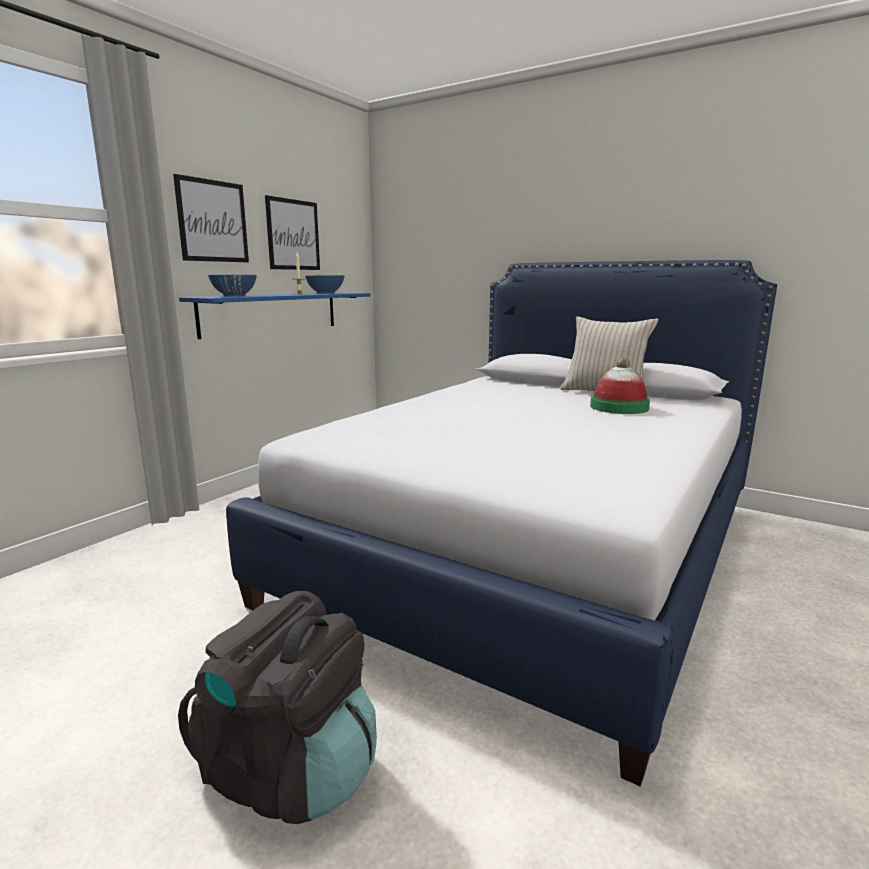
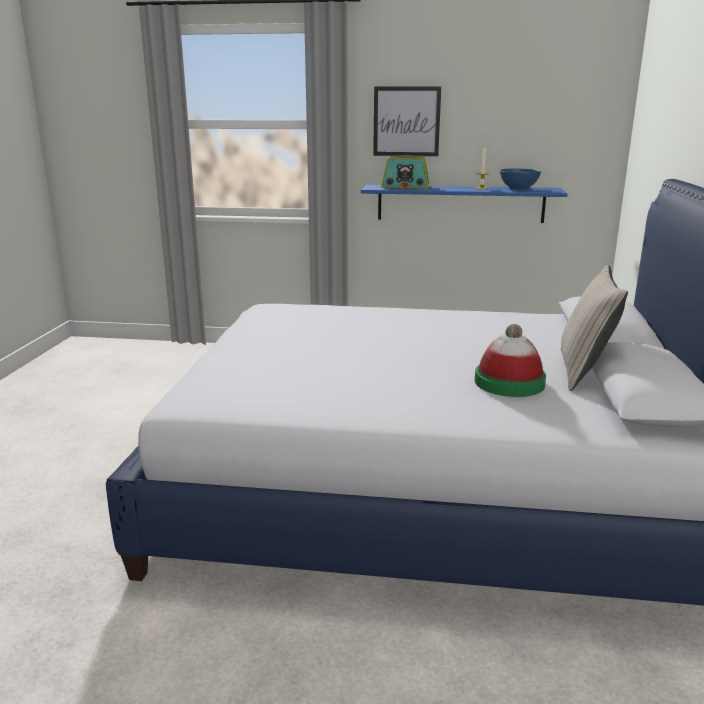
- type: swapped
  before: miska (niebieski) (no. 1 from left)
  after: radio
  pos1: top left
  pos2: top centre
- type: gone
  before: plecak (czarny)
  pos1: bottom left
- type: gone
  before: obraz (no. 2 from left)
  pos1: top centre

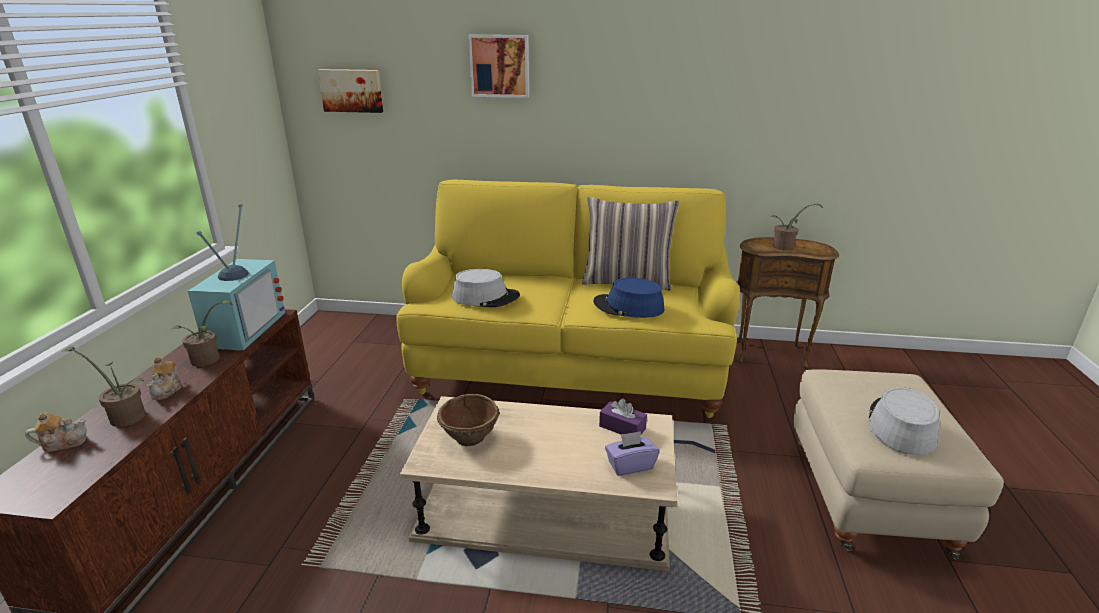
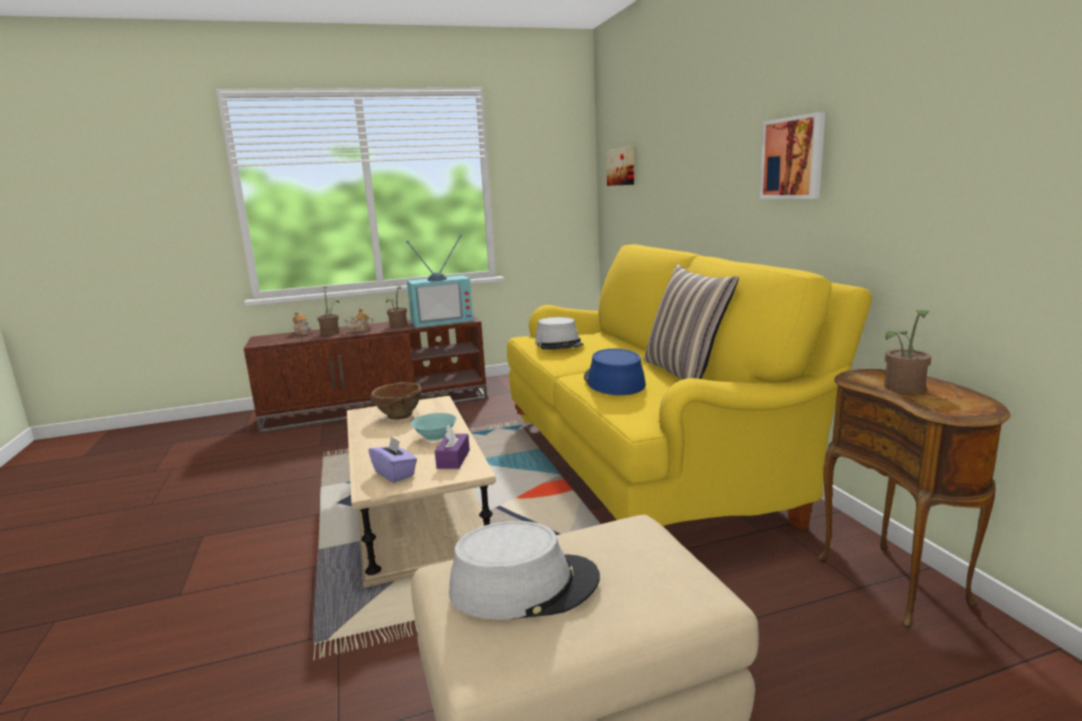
- type: new
  after: miska (turkusowy)
  pos2: centre
- type: shifted
  before: obraz (no. 2 from left)
  pos1: top centre
  pos2: top right

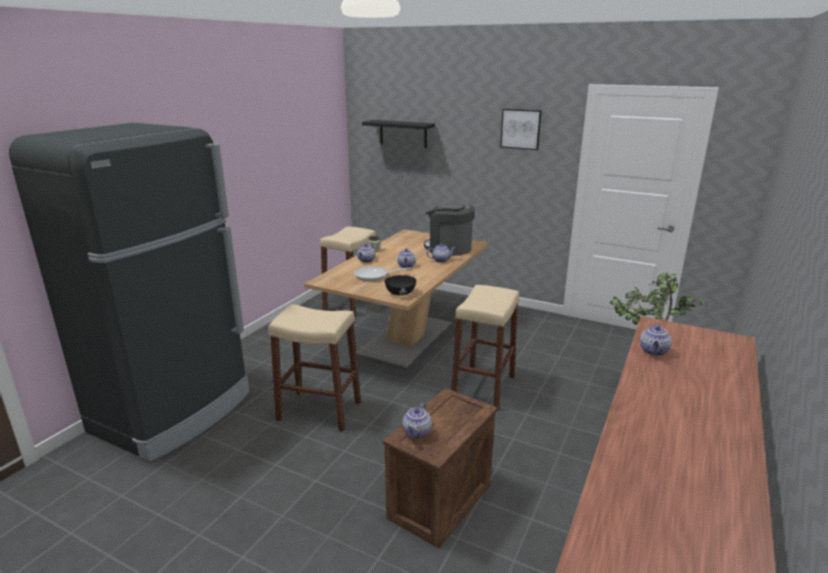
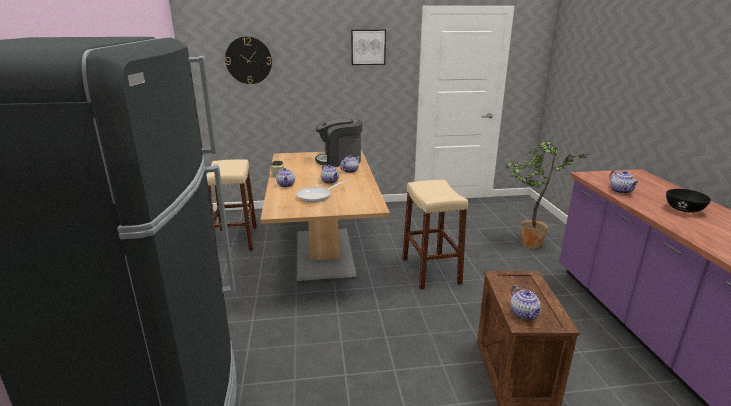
- type: swapped
  before: półka (czarny)
  after: zegar ścienny
  pos1: top centre
  pos2: top centre
- type: shifted
  before: miska (czarny)
  pos1: centre
  pos2: middle right
- type: gone
  before: stołek (beżowy) (no. 1 from left)
  pos1: centre

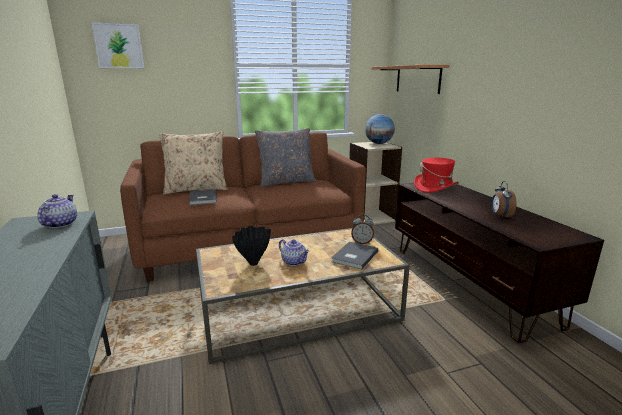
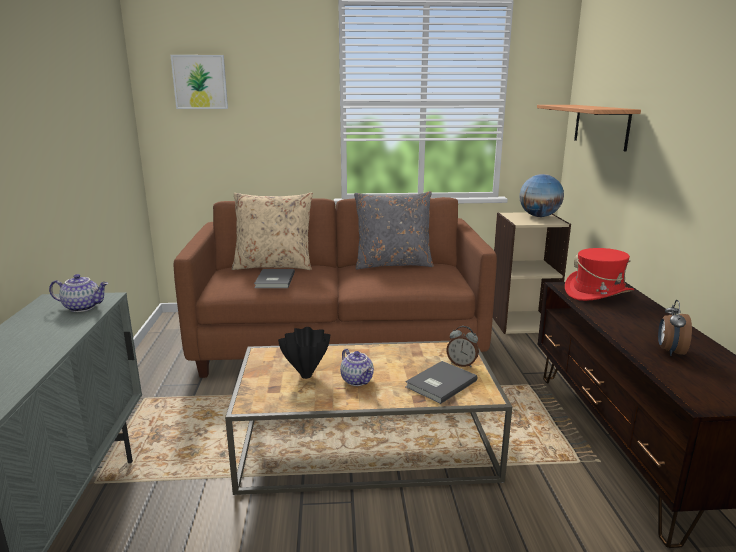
- type: rotated
  before: imbryk (no. 1 from left)
  pos1: middle left
  pos2: middle left
  turn: 75

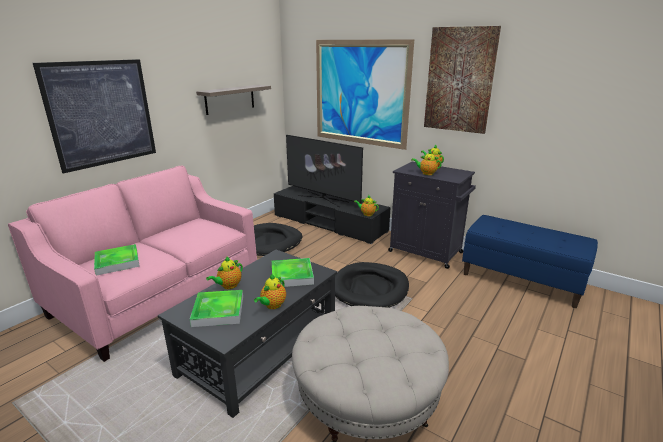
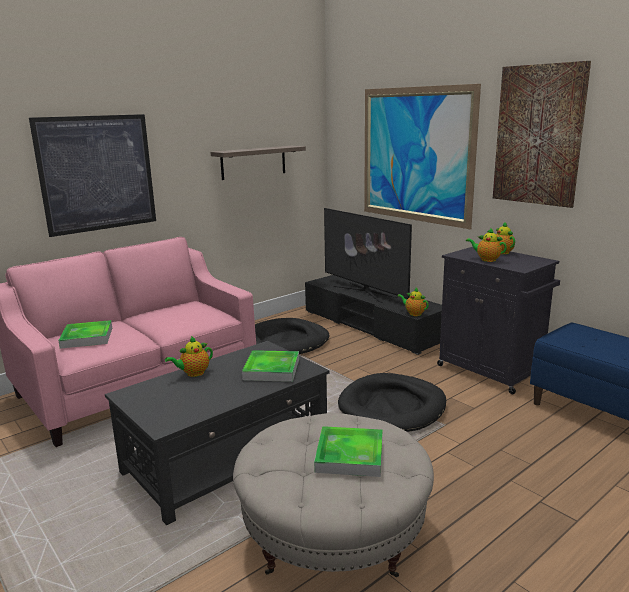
- type: shifted
  before: taca (no. 2 from left in the first image)
  after: taca (no. 3 from left)
  pos1: bottom left
  pos2: bottom centre
- type: gone
  before: imbryk (no. 2 from left)
  pos1: centre

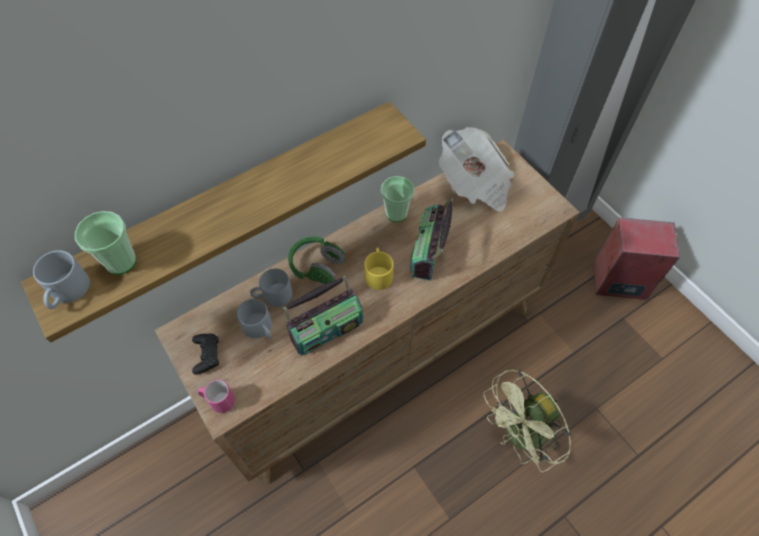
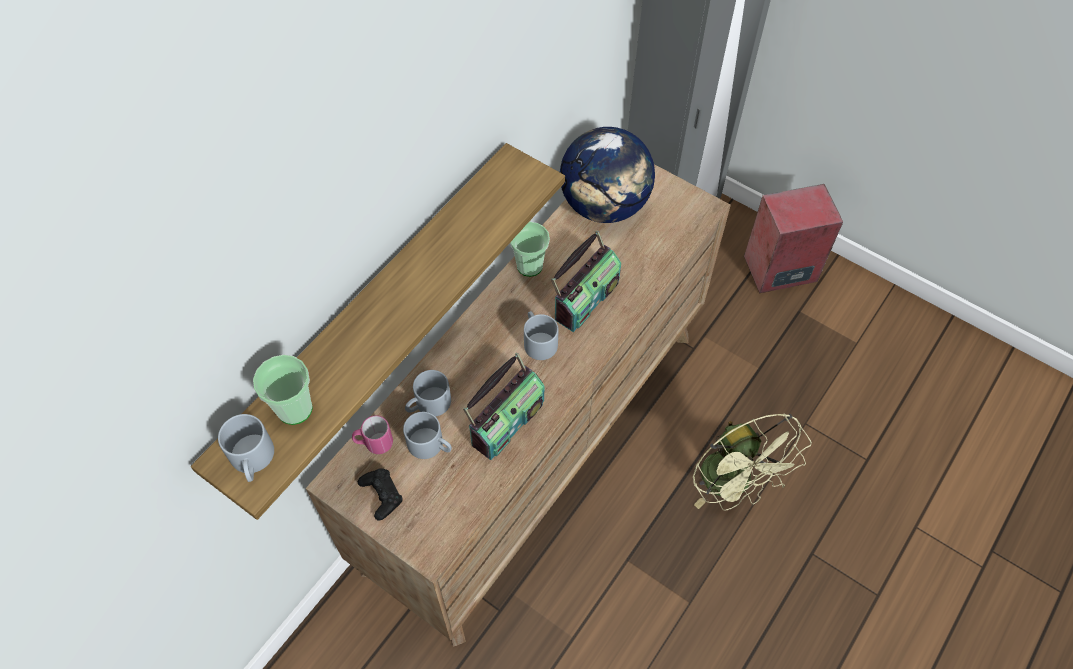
- type: shifted
  before: kubek (różowy)
  pos1: bottom left
  pos2: centre
- type: repainted
  before: kubek (żółty)
  after: kubek (szary) (no. 4 from left)
  pos1: centre
  pos2: centre
- type: rotated
  before: radio (no. 2 from left)
  pos1: centre
  pos2: centre
  turn: -135
- type: swapped
  before: gazeta
  after: globus
  pos1: top centre
  pos2: top centre
- type: rotated
  before: wentylator (zielony)
  pos1: bottom right
  pos2: bottom right
  turn: -60
- type: gone
  before: słuchawki (zielony)
  pos1: centre

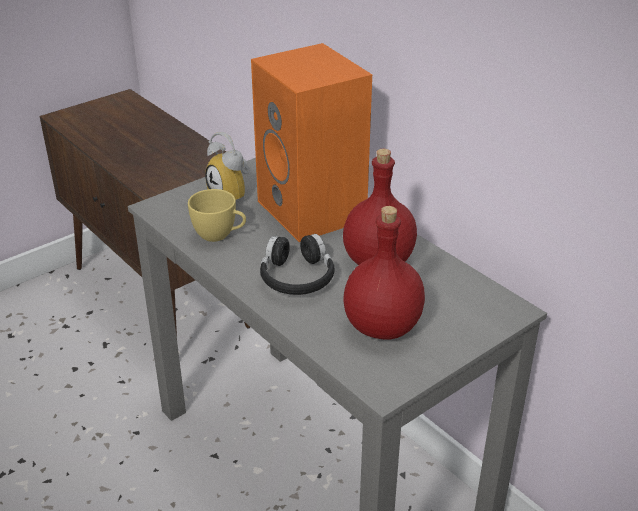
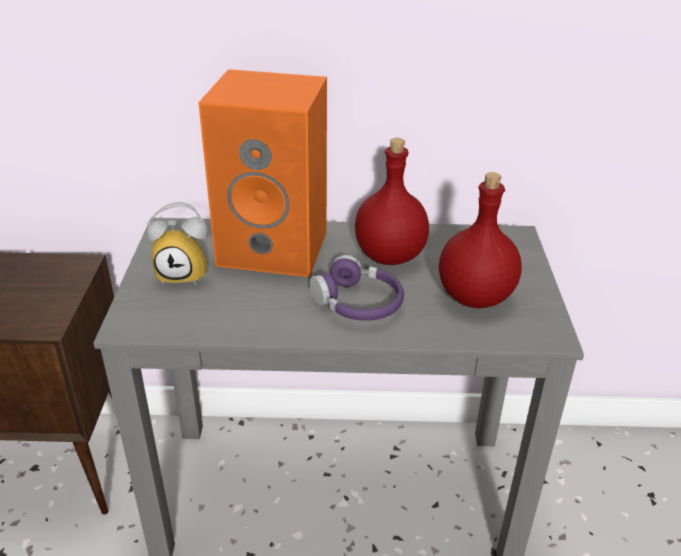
- type: repainted
  before: słuchawki (czarny)
  after: słuchawki (fioletowy)
  pos1: centre
  pos2: centre
- type: gone
  before: filiżanka (żółty)
  pos1: centre

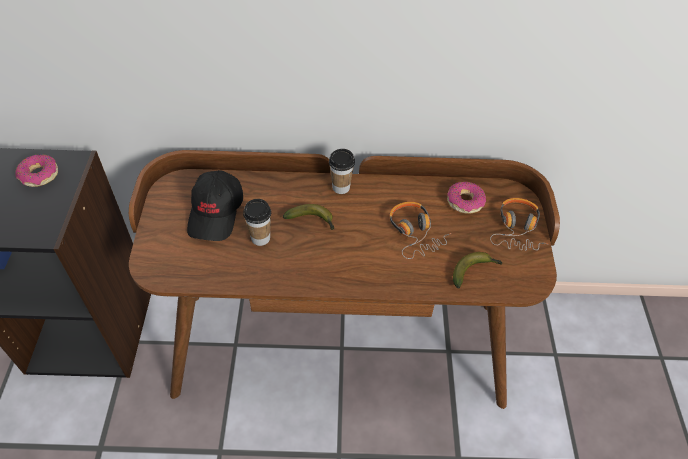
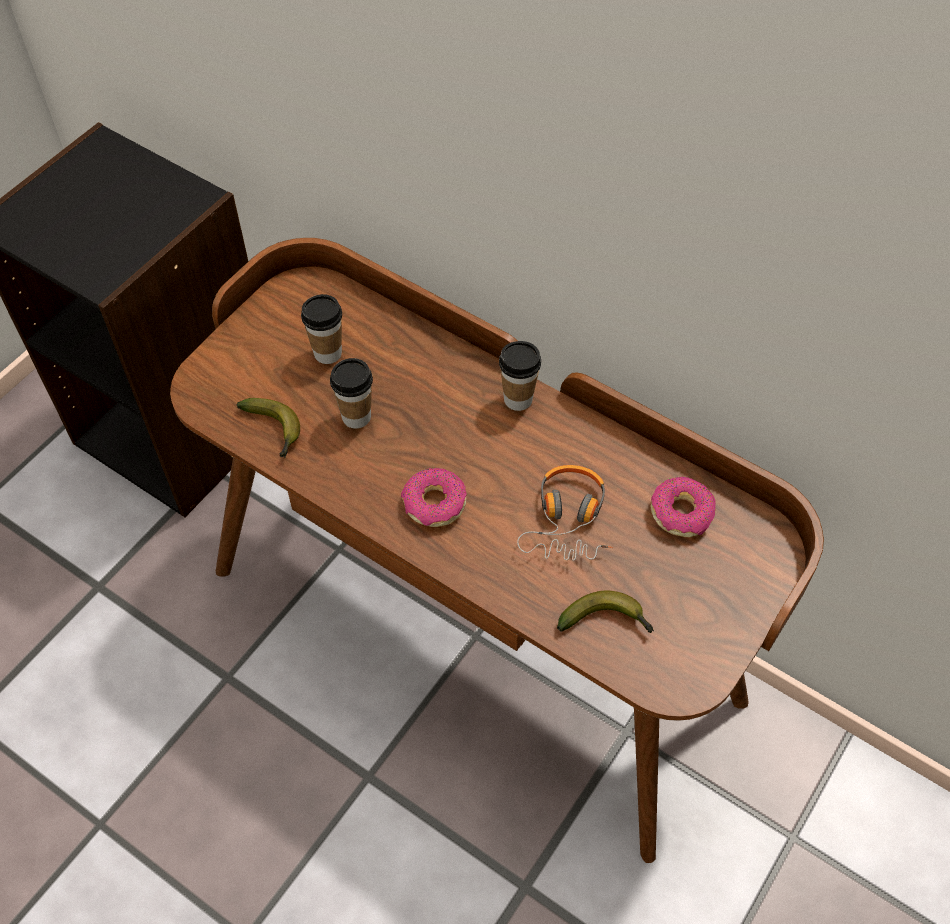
- type: shifted
  before: banan (no. 1 from left)
  pos1: centre
  pos2: middle left
- type: swapped
  before: czapka z daszkiem (czarny)
  after: filiżanka (no. 1 from left)
  pos1: middle left
  pos2: centre
- type: shifted
  before: donut (no. 1 from left)
  pos1: middle left
  pos2: centre
- type: gone
  before: słuchawki (no. 2 from left)
  pos1: middle right

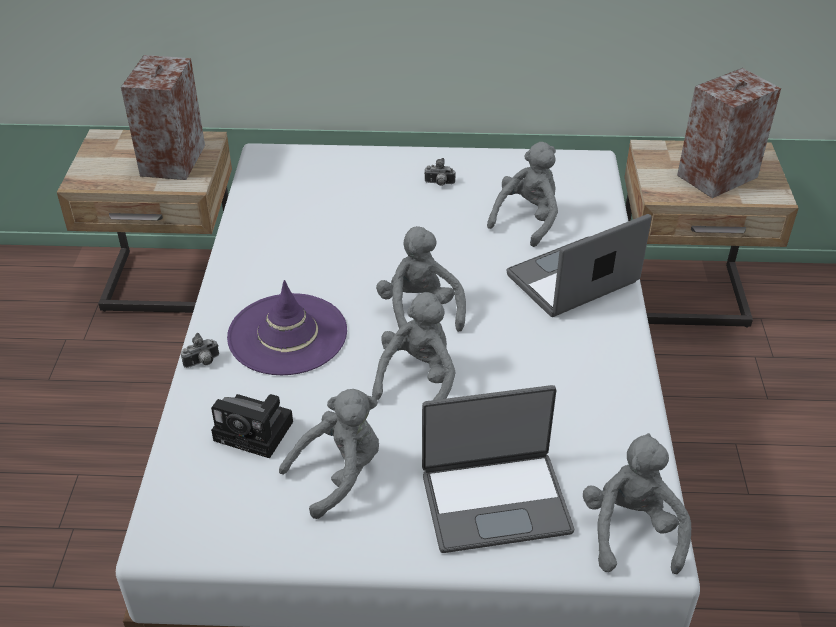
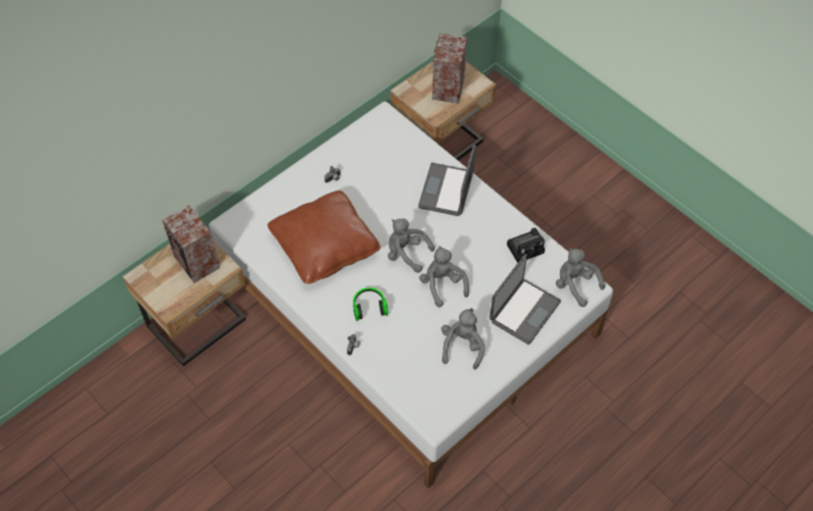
- type: new
  after: poduszka (brązowy)
  pos2: centre
- type: swapped
  before: kapelusz (fioletowy)
  after: słuchawki
  pos1: centre
  pos2: centre
- type: shifted
  before: aparat fotograficzny (no. 2 from left in the first image)
  after: aparat fotograficzny (no. 3 from left)
  pos1: bottom left
  pos2: centre
- type: gone
  before: pluszak (szary) (no. 4 from left)
  pos1: top centre

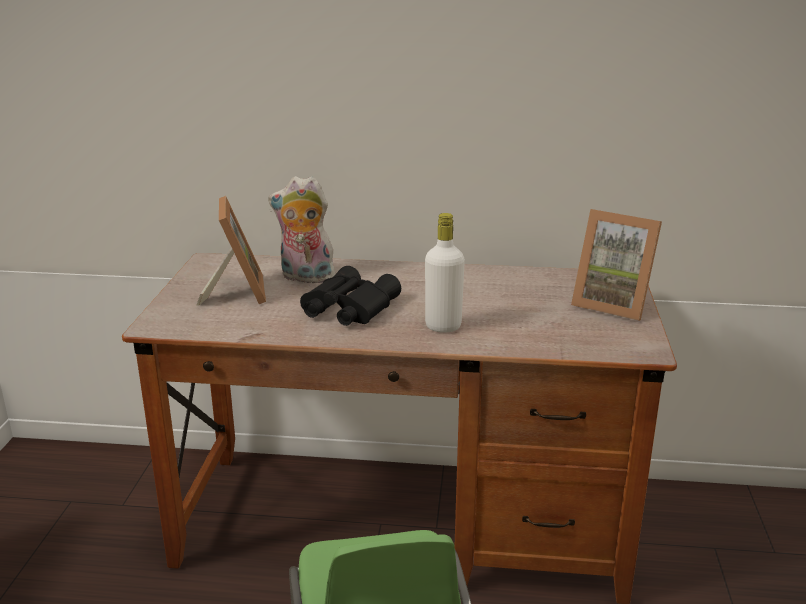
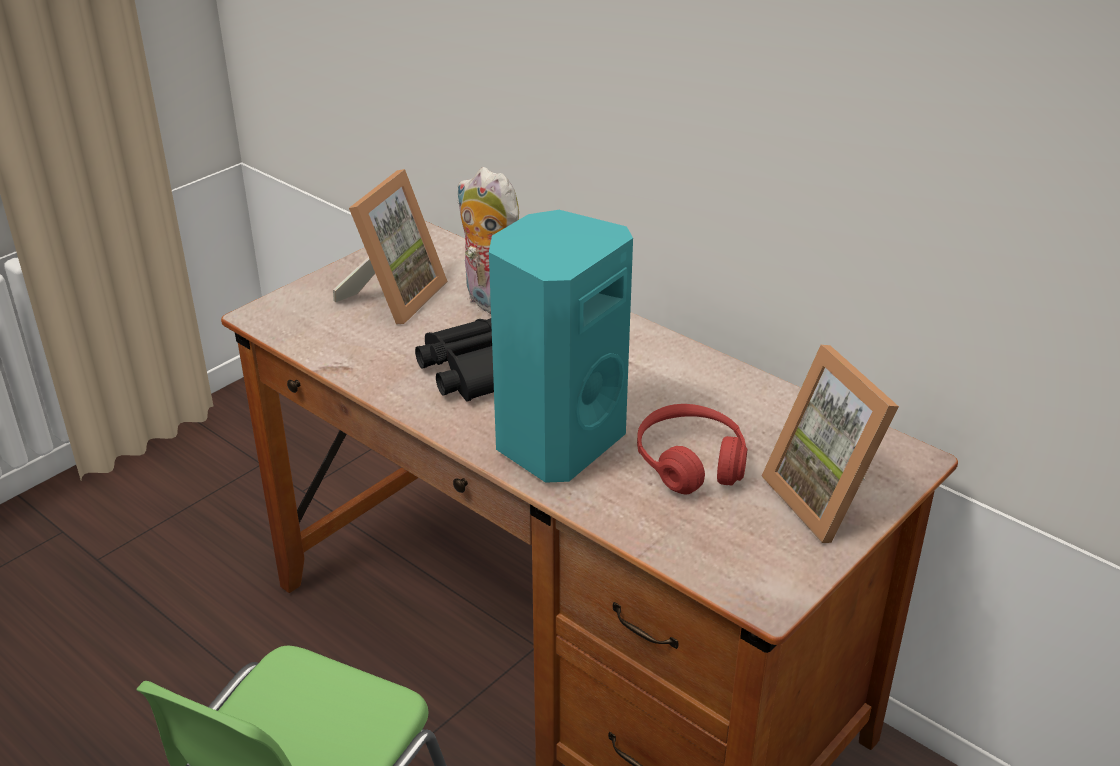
- type: swapped
  before: butelka (biały)
  after: głośnik (turkusowy)
  pos1: centre
  pos2: centre
- type: new
  after: słuchawki (czerwony)
  pos2: centre

